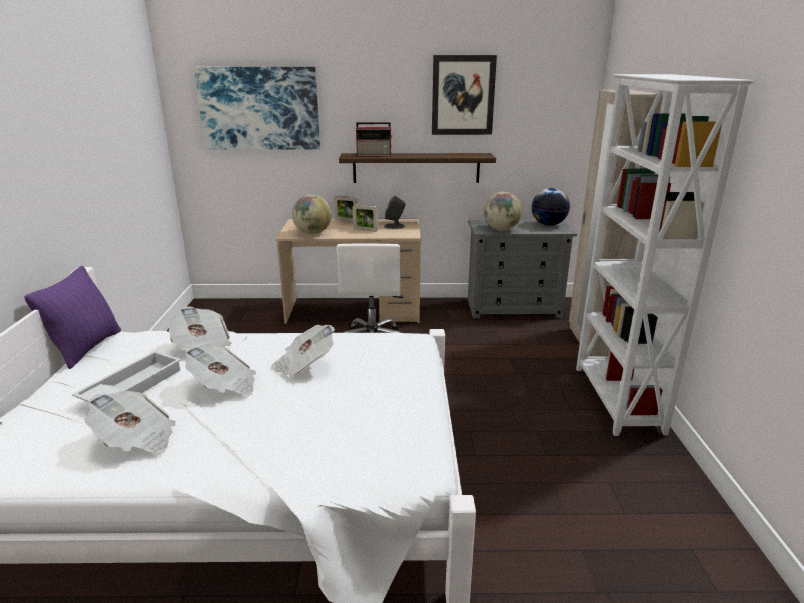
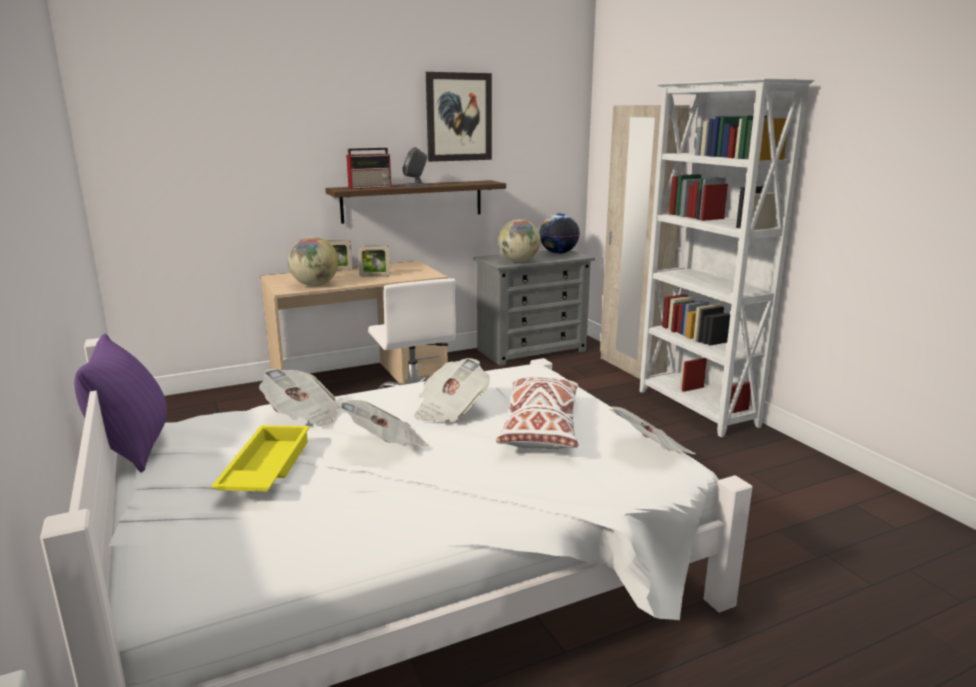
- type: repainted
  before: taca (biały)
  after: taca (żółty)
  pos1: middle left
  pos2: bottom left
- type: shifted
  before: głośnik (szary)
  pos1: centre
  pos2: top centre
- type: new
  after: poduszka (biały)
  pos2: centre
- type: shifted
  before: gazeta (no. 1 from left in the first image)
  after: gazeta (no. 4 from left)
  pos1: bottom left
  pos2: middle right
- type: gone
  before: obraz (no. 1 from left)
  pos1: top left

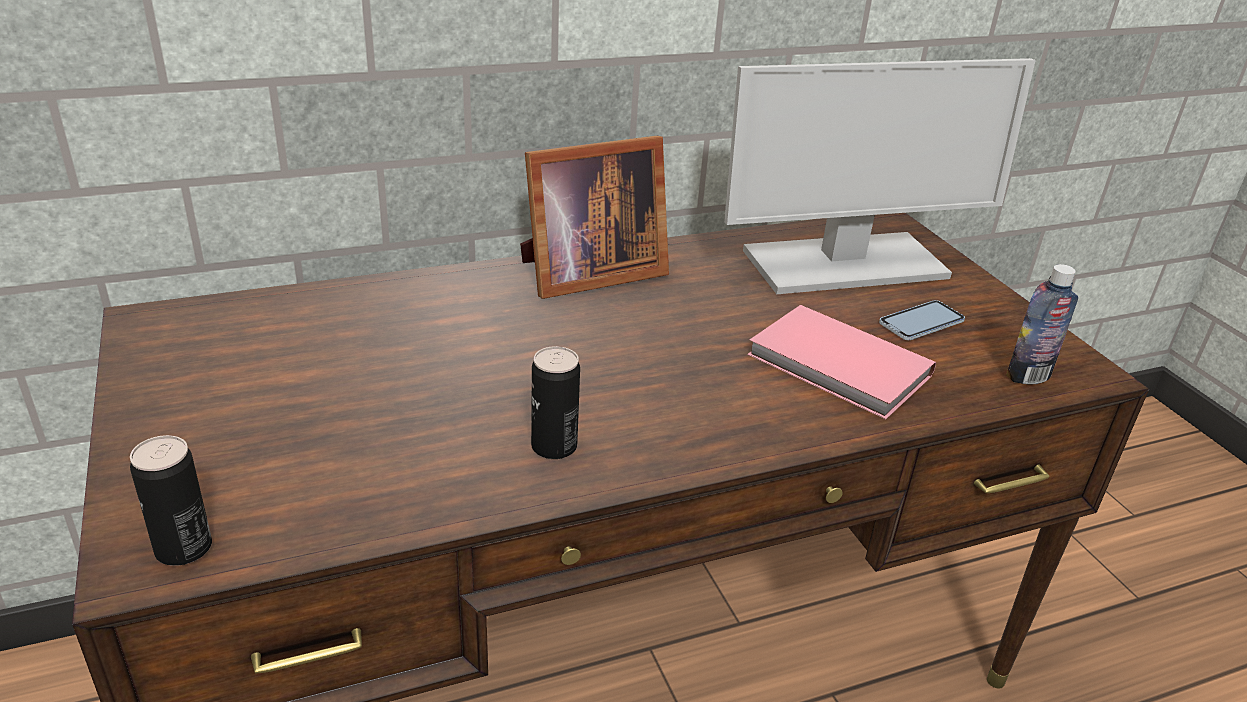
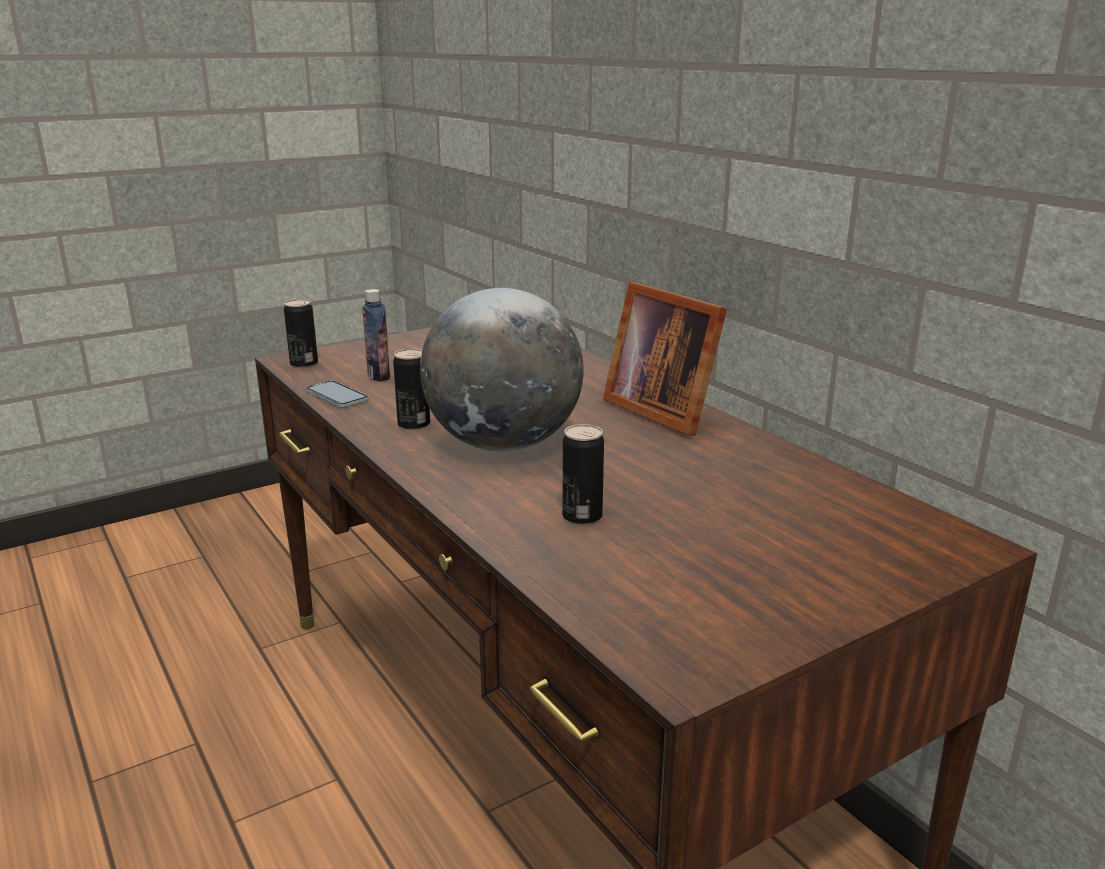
- type: shifted
  before: telefon
  pos1: middle right
  pos2: middle left
- type: shifted
  before: butelka
  pos1: middle right
  pos2: centre
- type: new
  after: globus
  pos2: centre
- type: swapped
  before: książka (różowy)
  after: puszka (no. 3 from left)
  pos1: middle right
  pos2: centre
- type: gone
  before: monitor
  pos1: top right

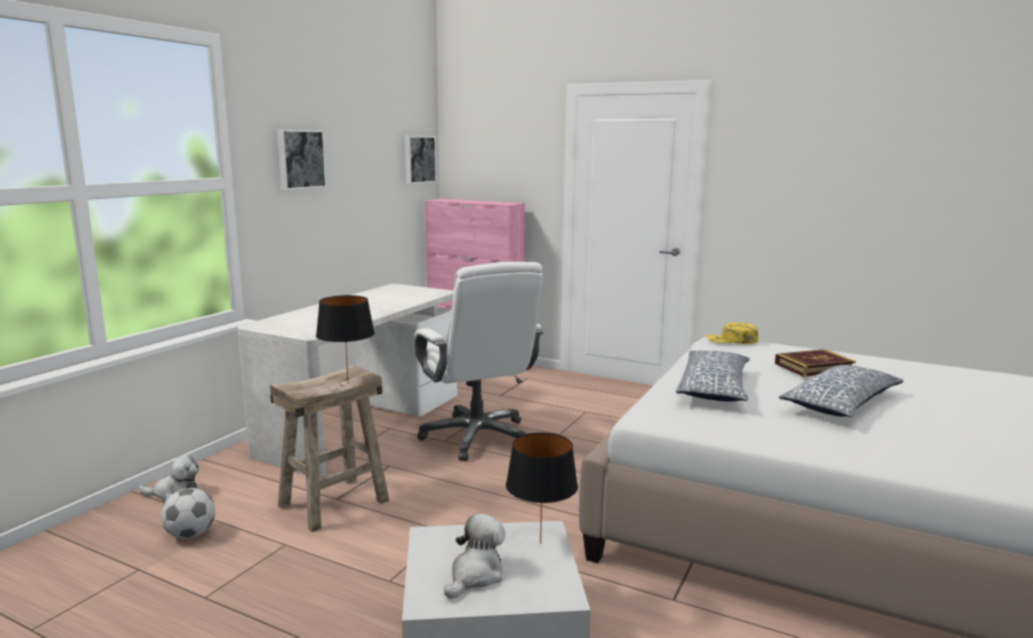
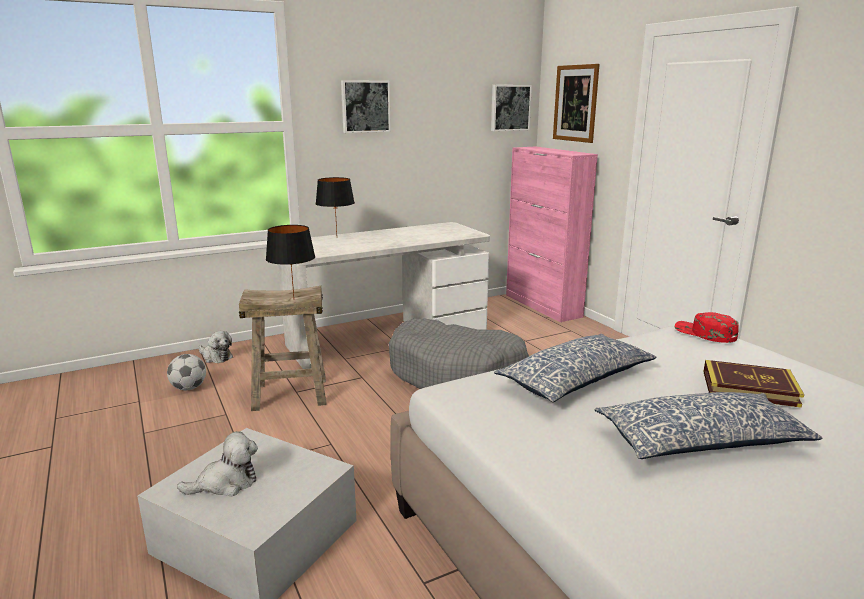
- type: shifted
  before: lampa stołowa (czarny) (no. 2 from left)
  pos1: bottom centre
  pos2: centre
- type: swapped
  before: krzesło biurowe (biały)
  after: legowisko (szary)
  pos1: centre
  pos2: centre
- type: new
  after: obraz (no. 3 from left)
  pos2: top right
- type: repainted
  before: czapka z daszkiem (żółty)
  after: czapka z daszkiem (czerwony)
  pos1: middle right
  pos2: middle right

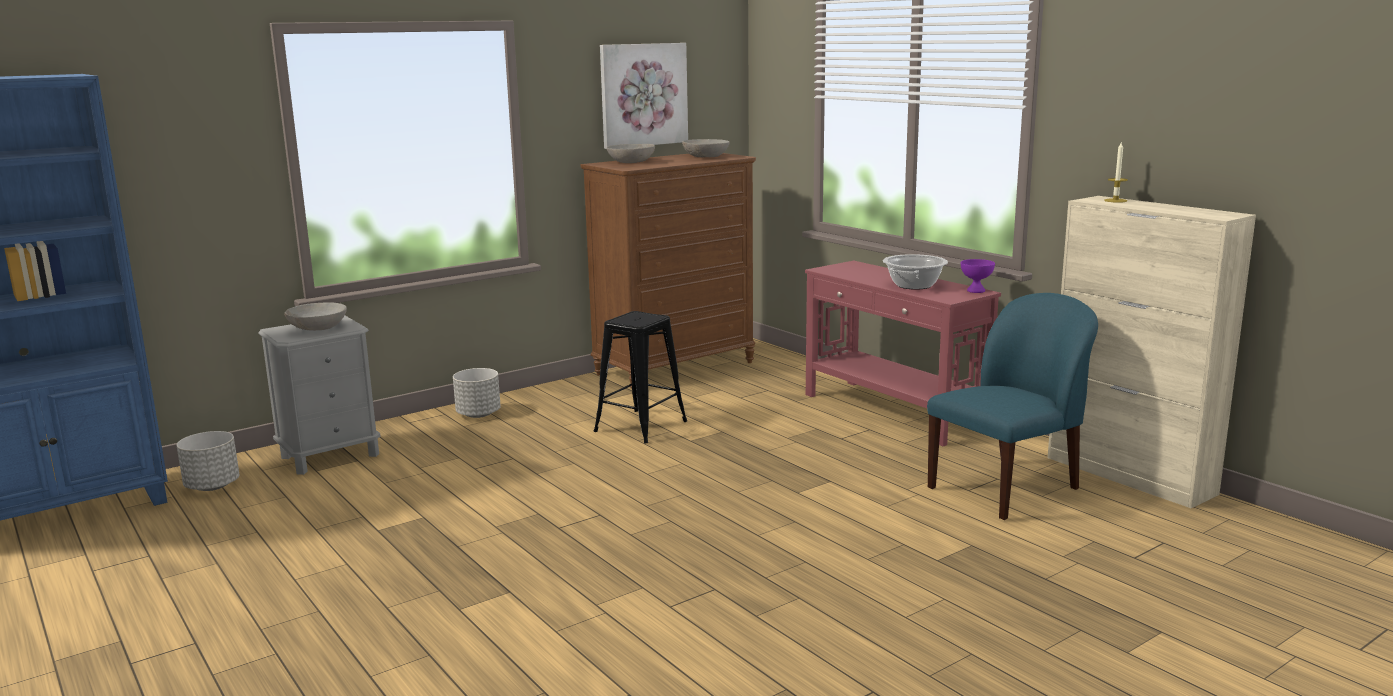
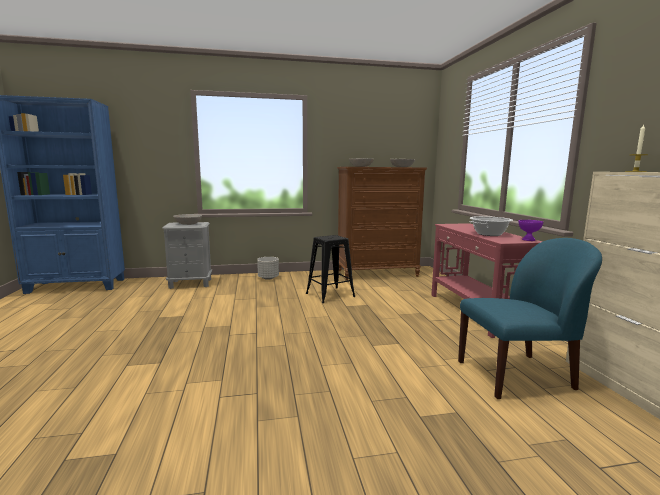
- type: gone
  before: donica (szary) (no. 1 from left)
  pos1: middle left
- type: gone
  before: obraz
  pos1: top centre

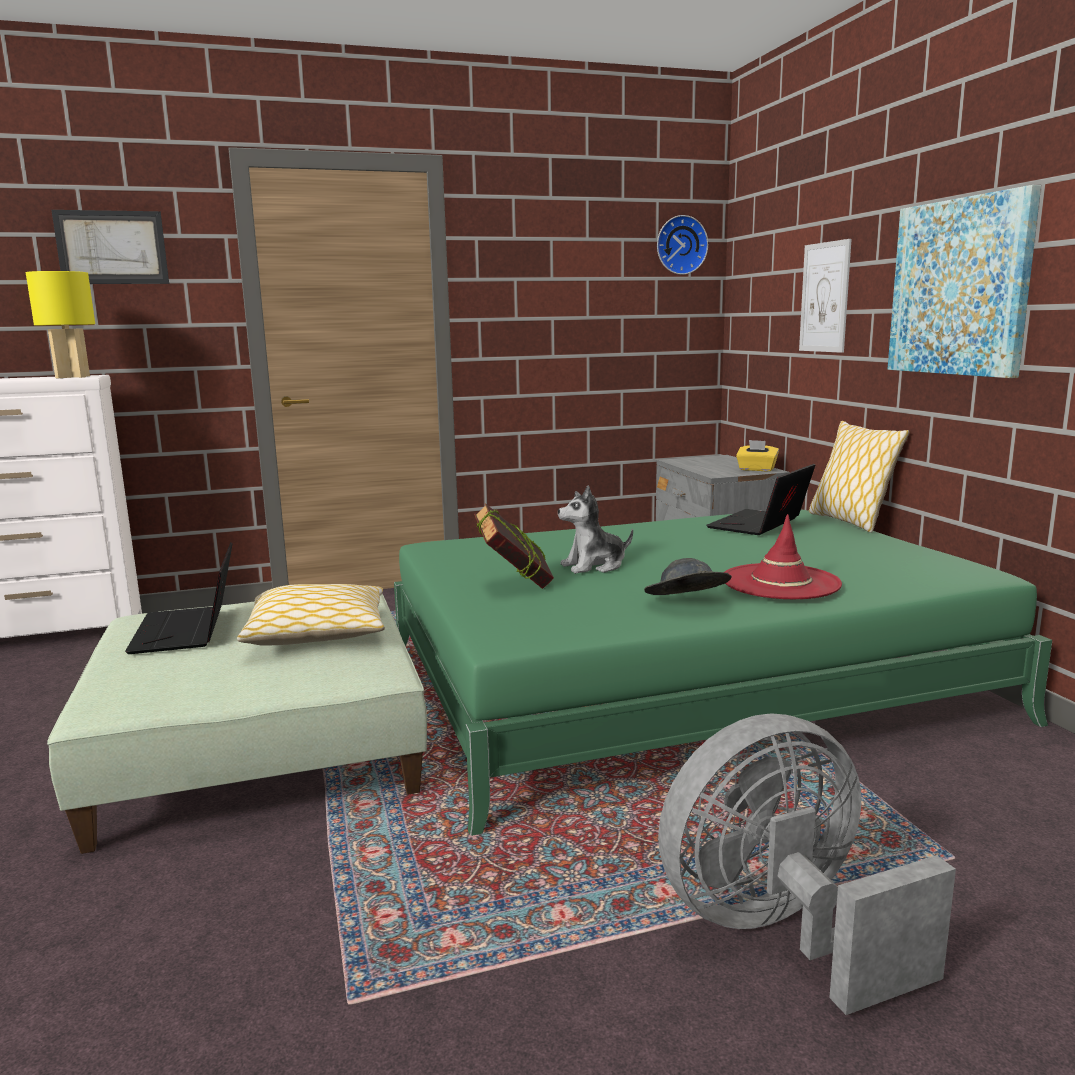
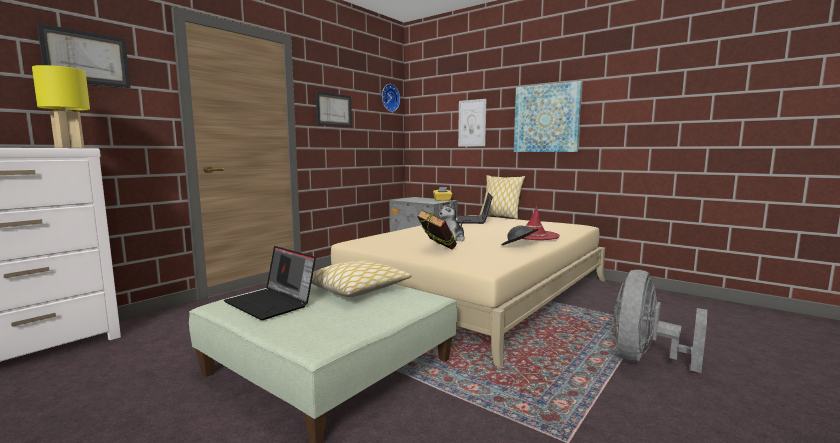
- type: new
  after: obraz (no. 2 from left)
  pos2: top centre
- type: repainted
  before: łóżko (zielony)
  after: łóżko (beżowy)
  pos1: middle right
  pos2: centre

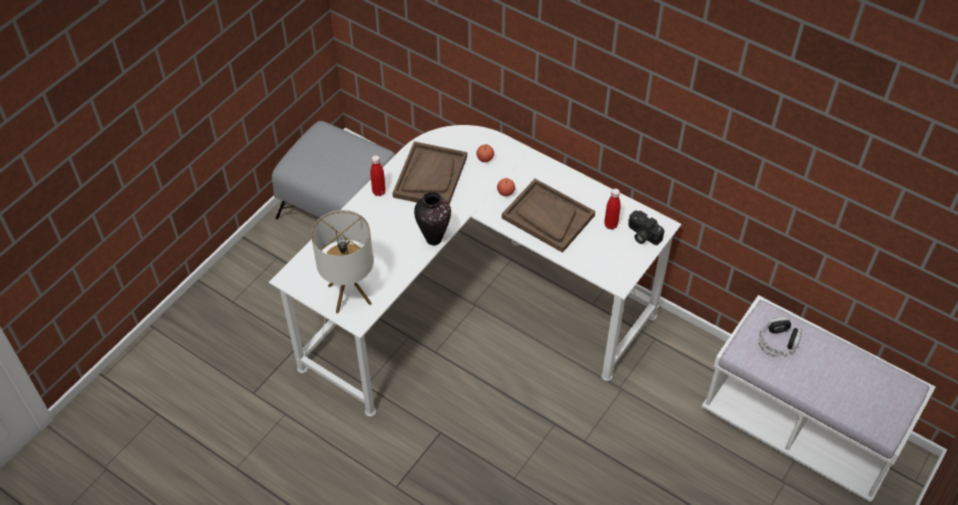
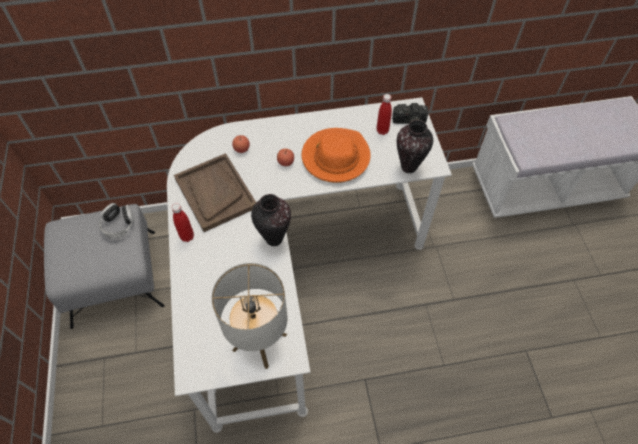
- type: shifted
  before: słuchawki
  pos1: middle right
  pos2: middle left
- type: swapped
  before: taca (brązowy) (no. 2 from left)
  after: kapelusz (pomarańczowy)
  pos1: centre
  pos2: centre
- type: new
  after: wazon (no. 2 from left)
  pos2: top centre

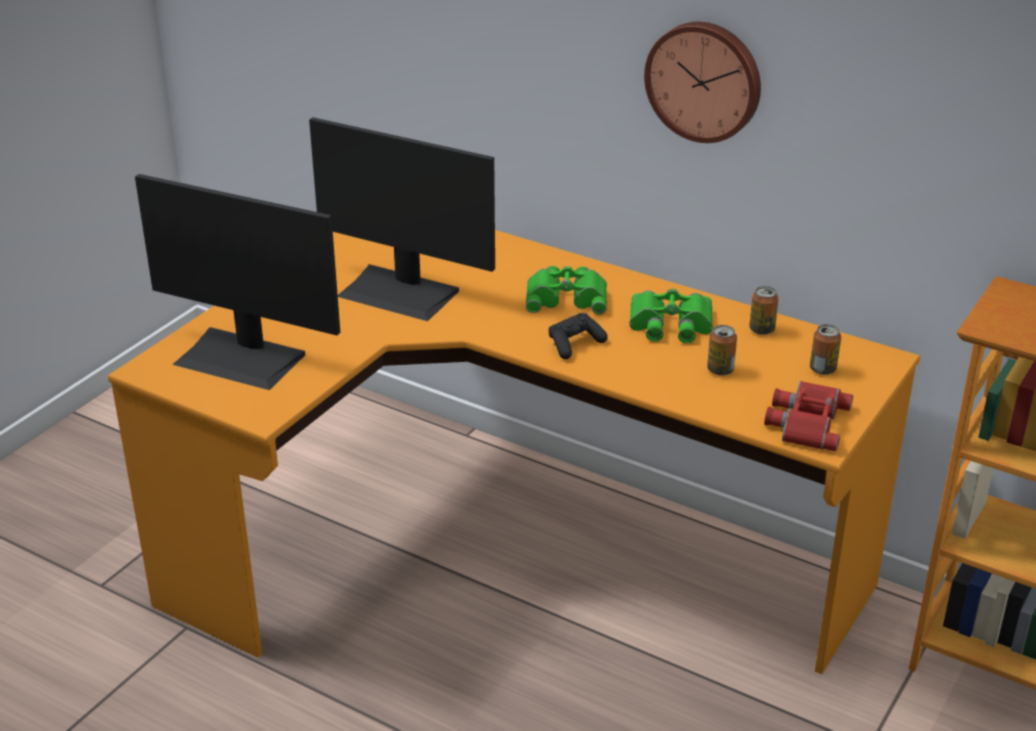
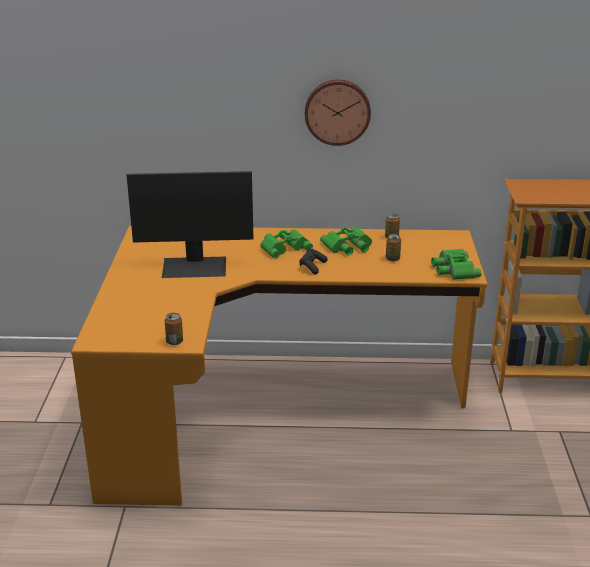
- type: shifted
  before: puszka (no. 3 from left in the first image)
  after: puszka (no. 1 from left)
  pos1: middle right
  pos2: middle left
- type: repainted
  before: lornetka (czerwony)
  after: lornetka (zielony) (no. 3 from left)
  pos1: middle right
  pos2: middle right
- type: gone
  before: monitor (no. 1 from left)
  pos1: middle left

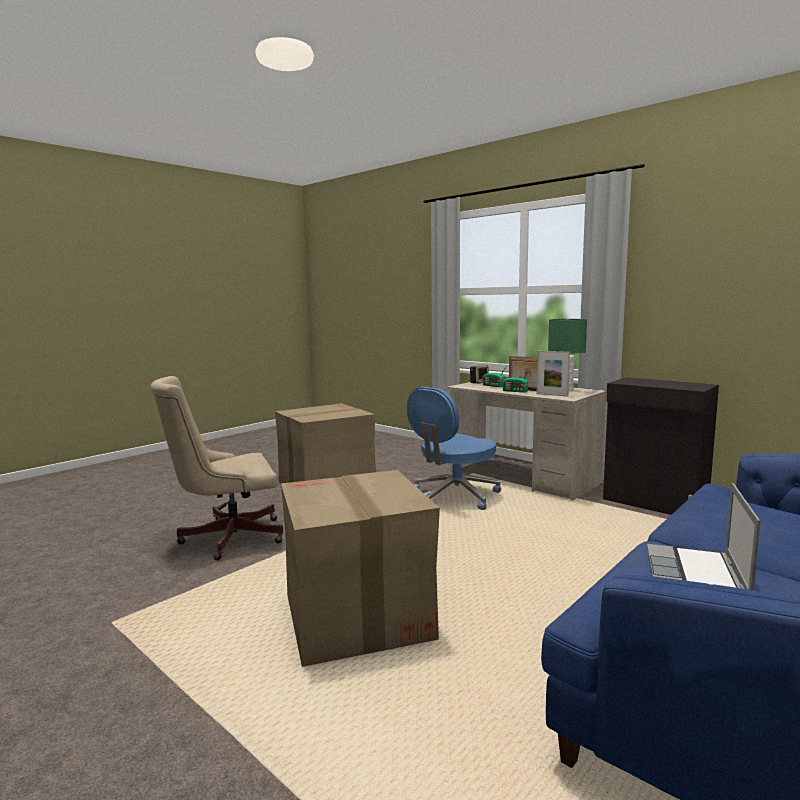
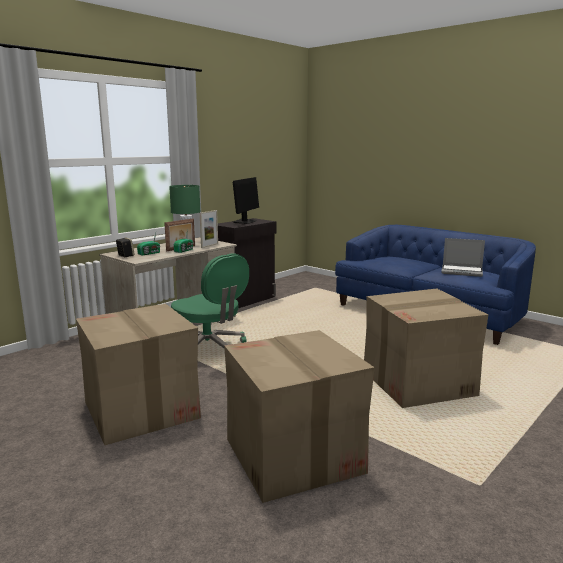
- type: repainted
  before: krzesło biurowe (niebieski)
  after: krzesło biurowe (zielony)
  pos1: centre
  pos2: centre
- type: swapped
  before: krzesło biurowe (beżowy)
  after: karton (no. 2 from left)
  pos1: middle left
  pos2: bottom centre
- type: new
  after: monitor
  pos2: centre

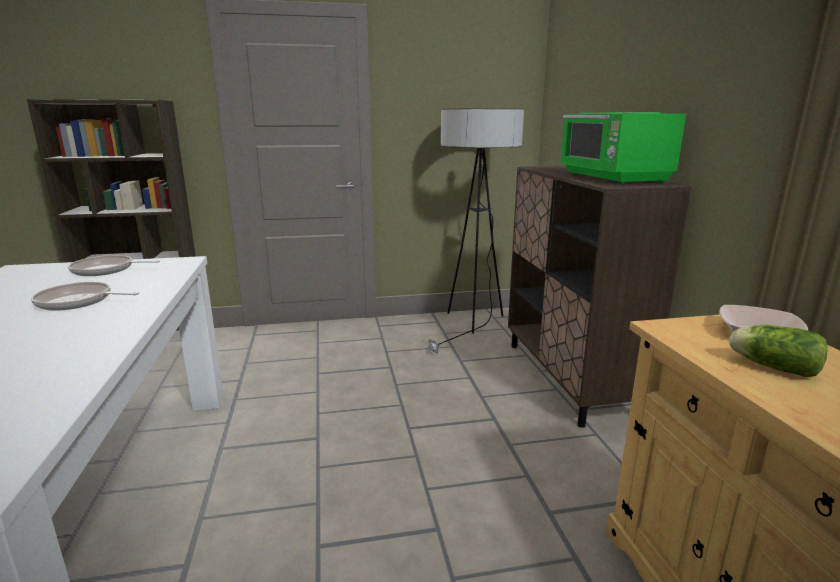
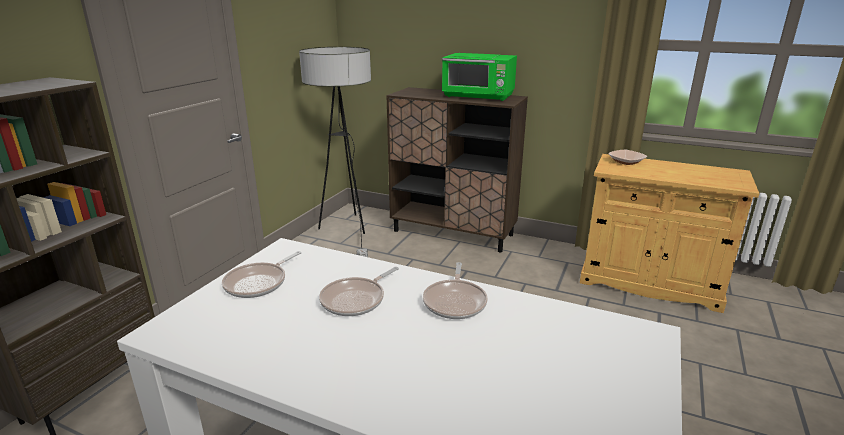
- type: new
  after: patelnia (no. 3 from left)
  pos2: bottom centre
- type: gone
  before: sałata
  pos1: middle right

